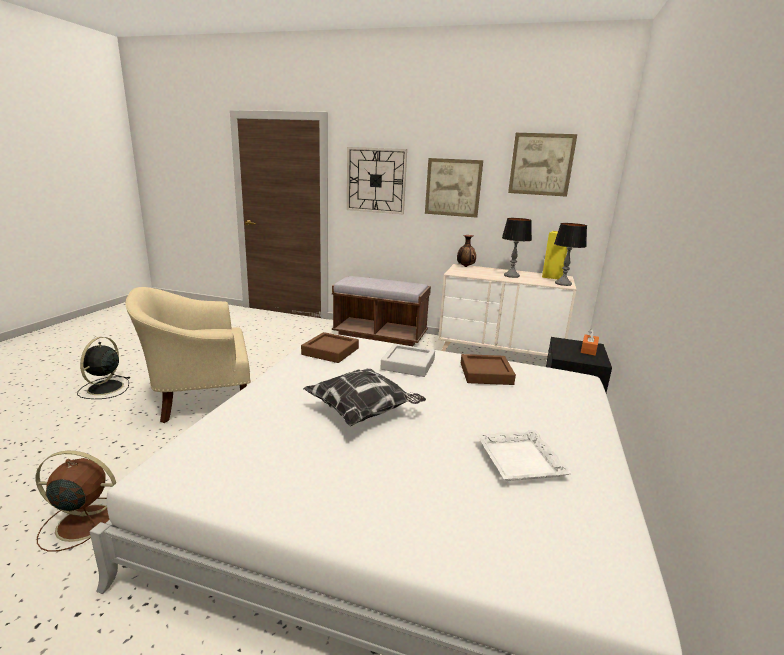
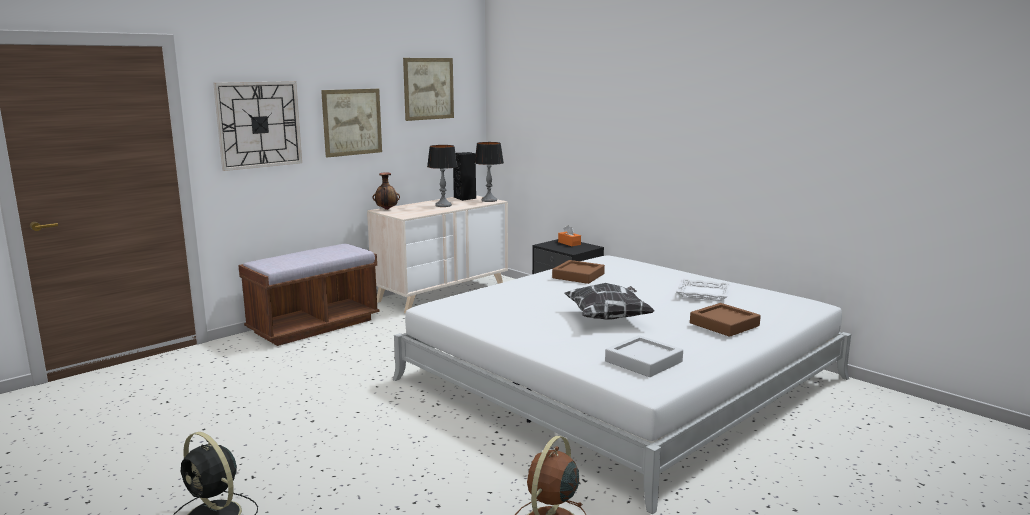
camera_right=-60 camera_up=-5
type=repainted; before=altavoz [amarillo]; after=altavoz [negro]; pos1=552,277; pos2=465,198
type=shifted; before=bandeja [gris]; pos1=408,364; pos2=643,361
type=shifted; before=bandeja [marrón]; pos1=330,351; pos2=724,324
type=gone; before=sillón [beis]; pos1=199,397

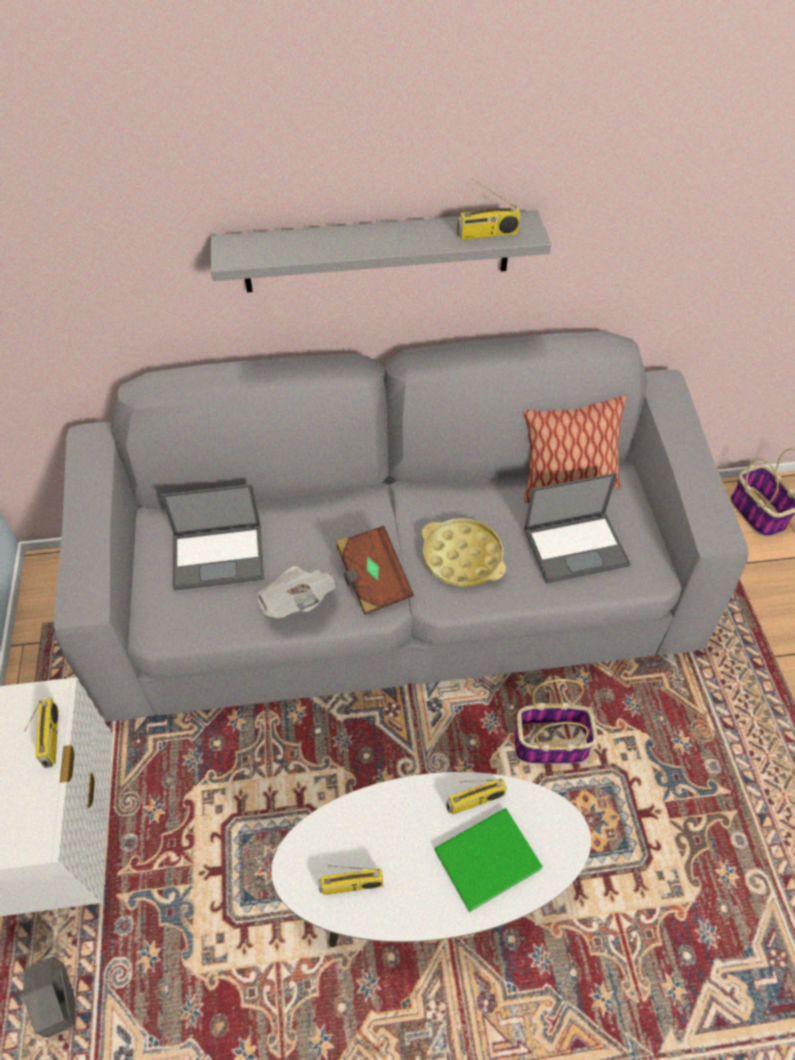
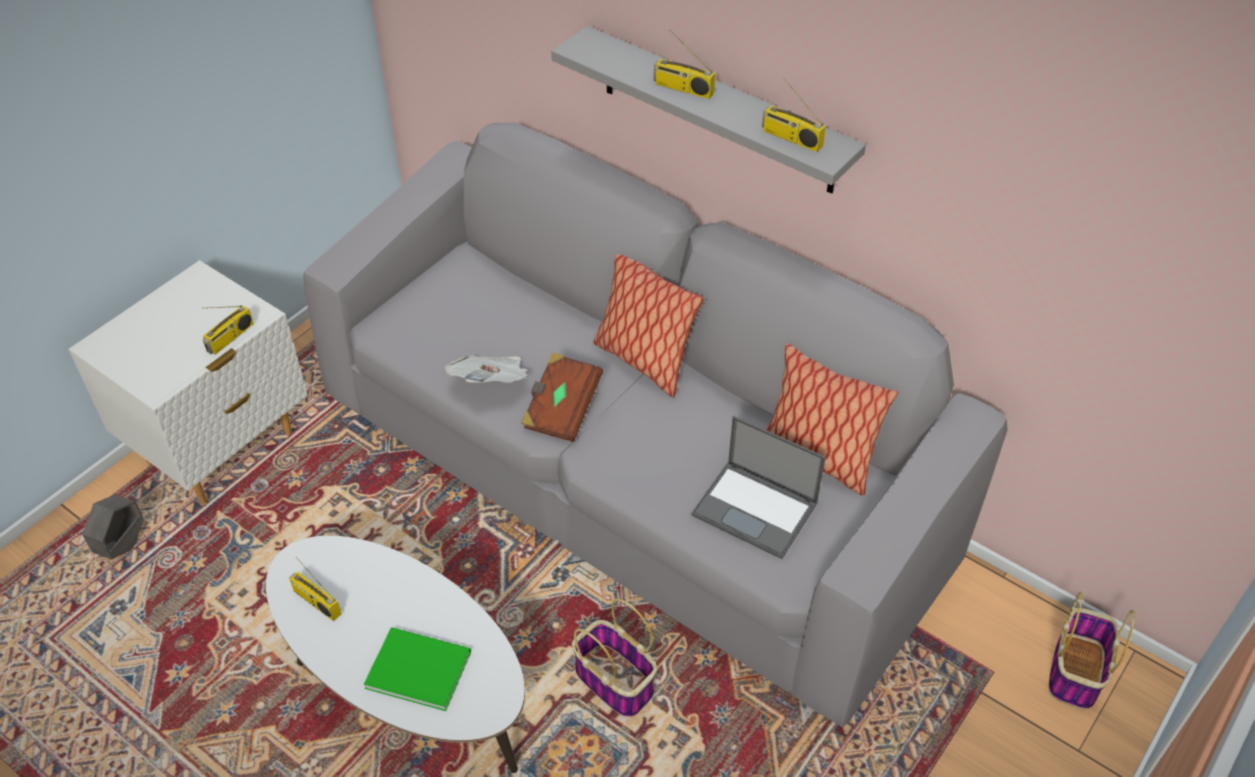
camera_right=45 camera_up=-5
type=new; after=cojín; pos2=643,360
type=shifted; before=radio; pos1=475,801; pos2=682,88
type=gone; before=portátil; pos1=219,556
type=gone; before=bandeja [amarillo]; pos1=462,557

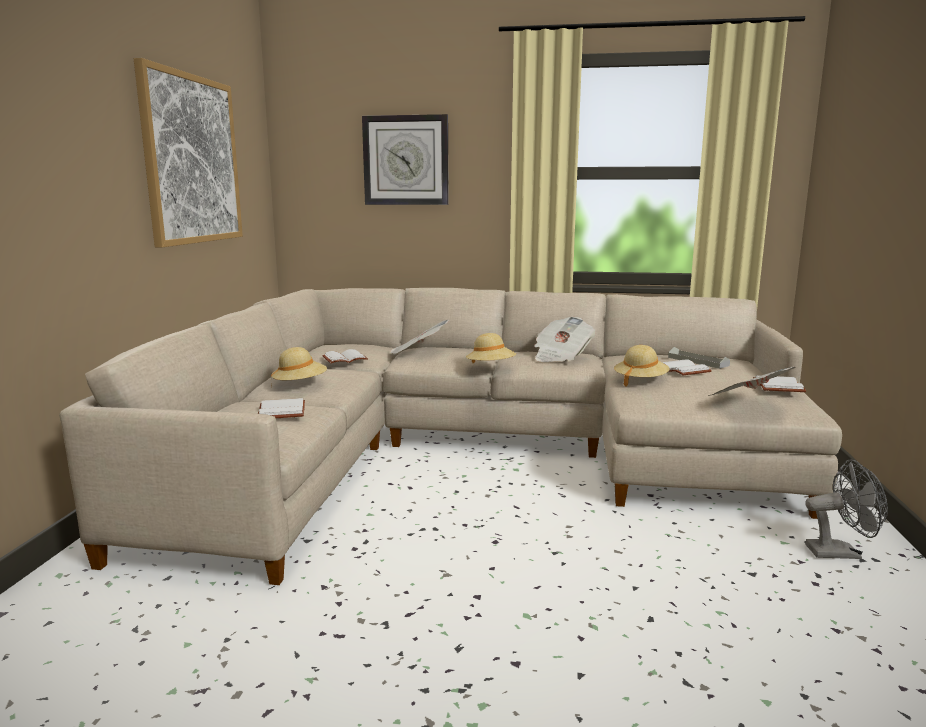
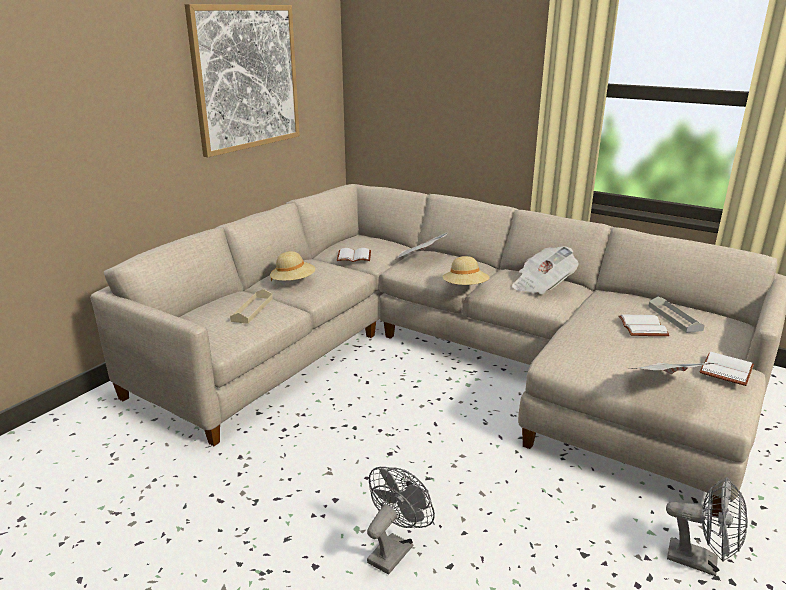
camera_right=25 camera_up=10
type=swapped; before=libro [blanco]; after=bandeja [beis]; pos1=280,411; pos2=252,309
type=new; after=ventilador [gris]; pos2=394,549
type=gone; before=reloj de pared; pos1=406,160
type=gone; before=sombrero [beis]; pos1=640,381

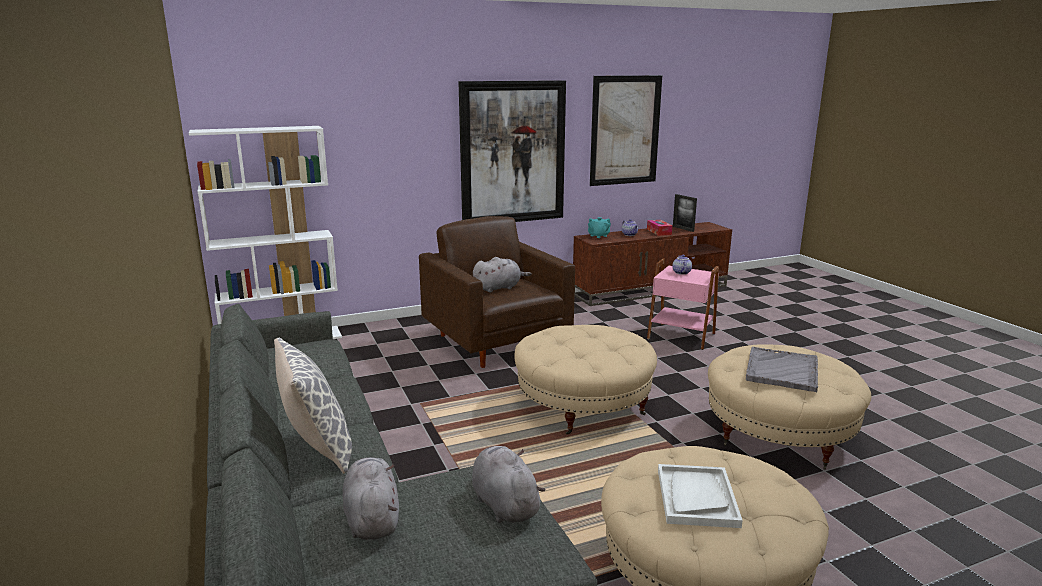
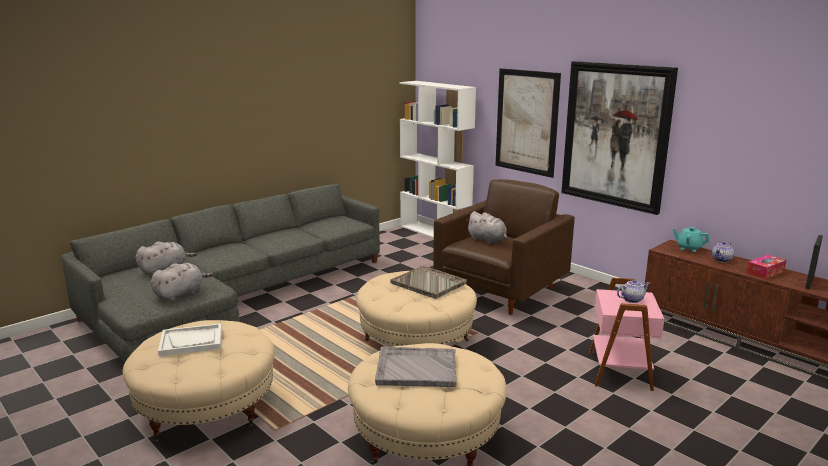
camera_right=70 camera_up=0
type=new; after=bandeja [gris]; pos2=429,283
type=shifted; before=cuadro; pos1=625,130; pos2=526,122
type=gone; before=cojín; pos1=317,449

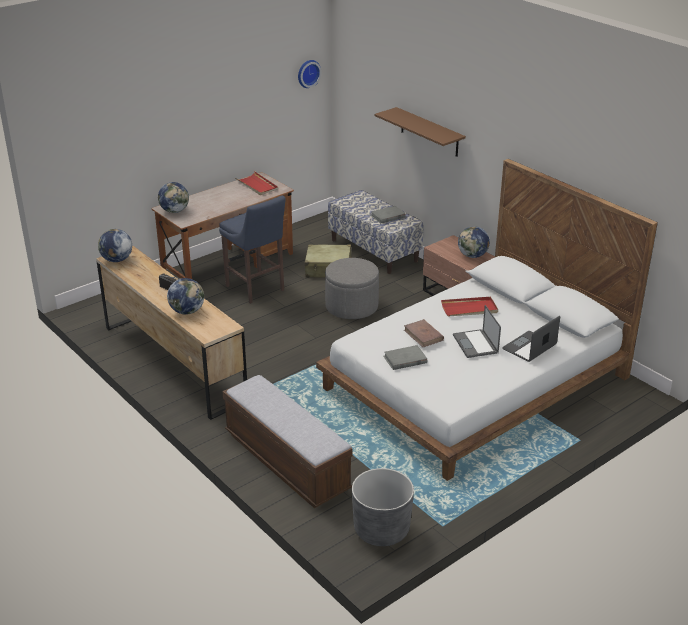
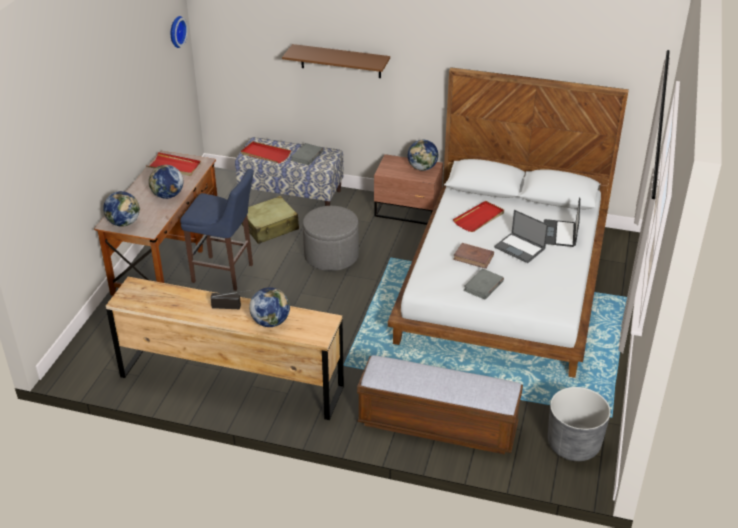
camera_right=-35 camera_up=5
type=shifted; before=globo terráqueo; pos1=116,260; pos2=168,196
type=new; after=bandeja [rojo]; pos2=265,154

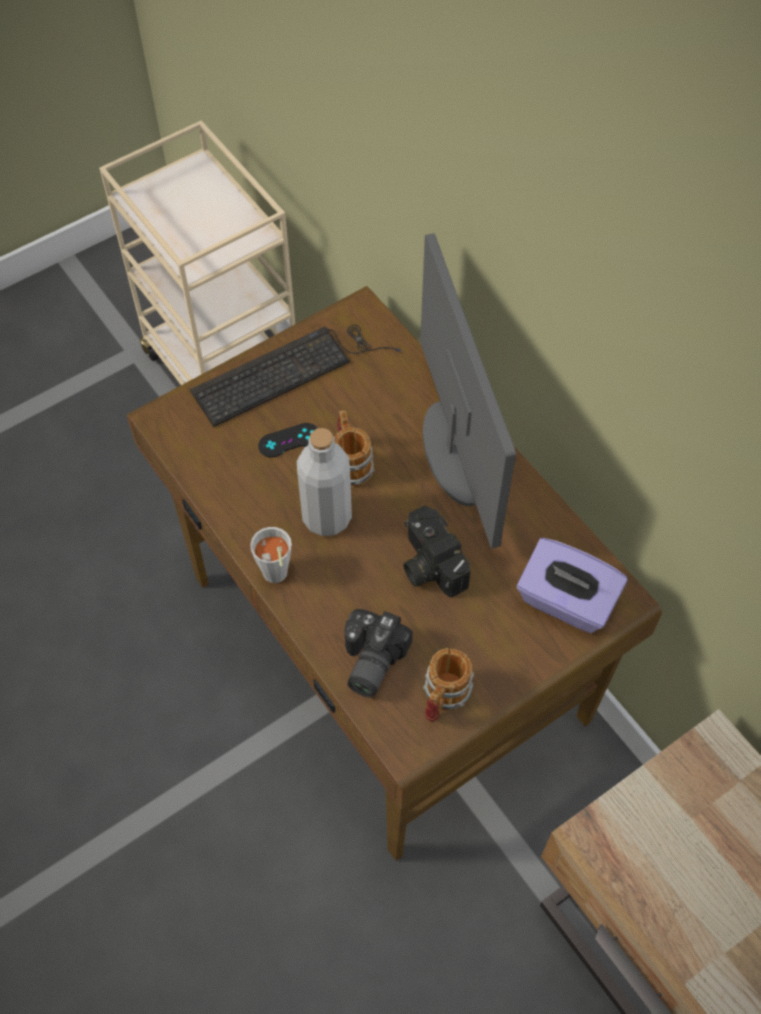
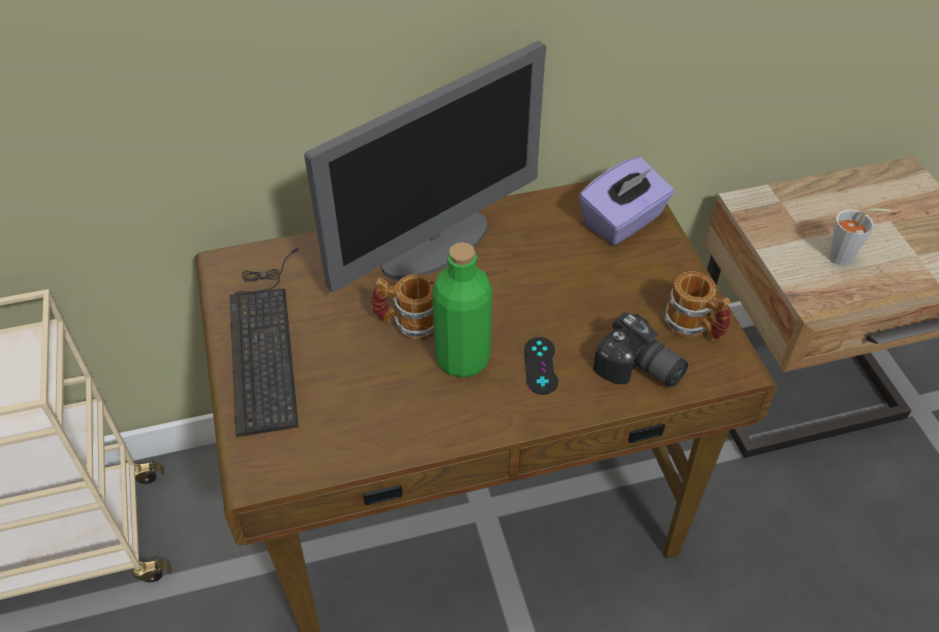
camera_right=-70 camera_up=-10
type=rotated; before=monitor; pos1=454,453; pos2=436,245; turn=135
type=repainted; before=botella [gris]; after=botella [verde]; pos1=327,517; pos2=462,359
type=shifted; before=mando de consola [negro]; pos1=289,440; pos2=540,366
type=shifted; before=taza [gris]; pos1=275,577; pos2=845,258
type=gone; before=cámara; pos1=428,564

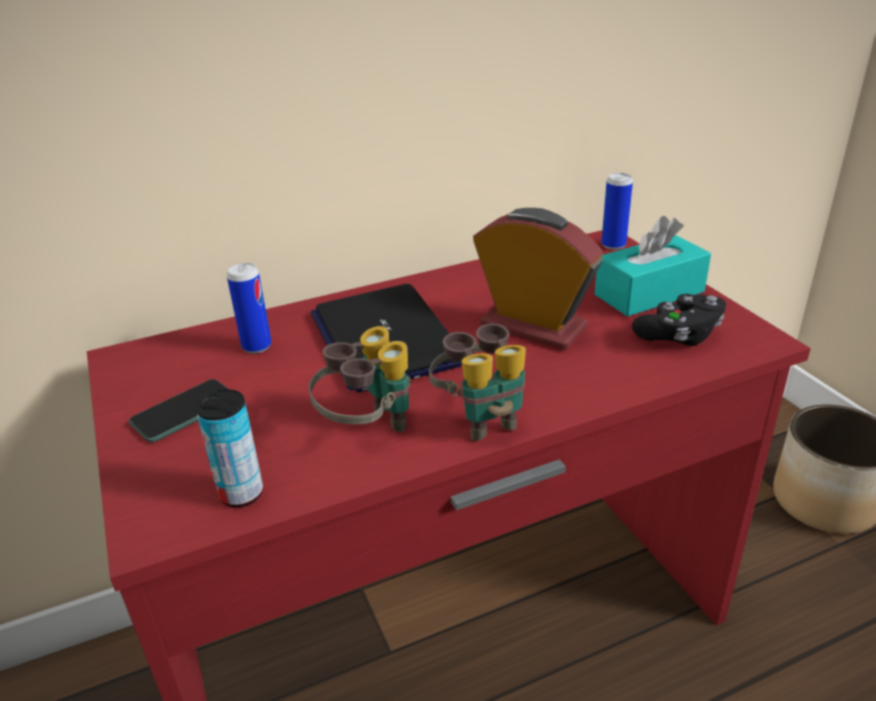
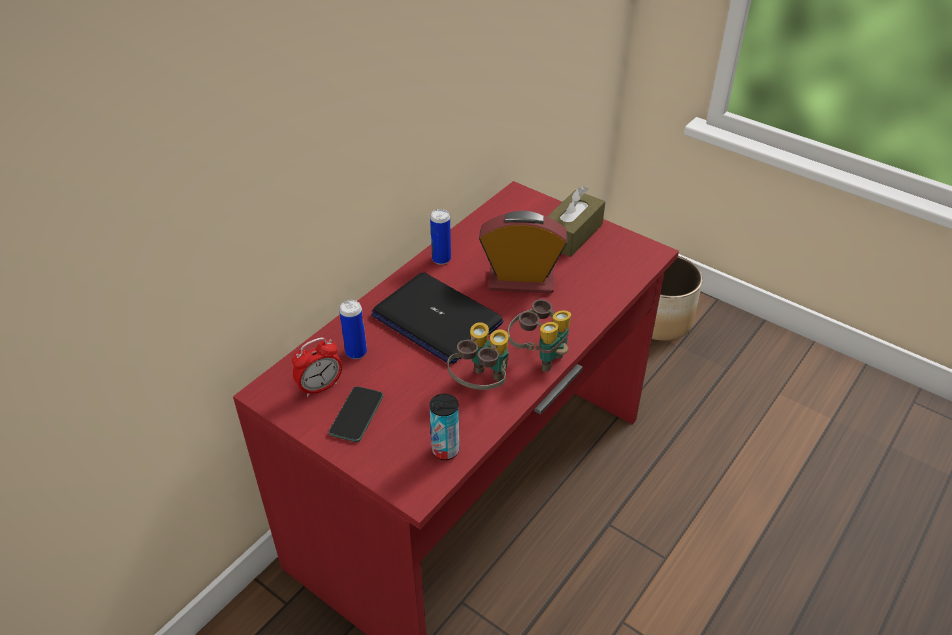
camera_right=-30 camera_up=10
type=new; after=despertador; pos2=320,387
type=shifted; before=lata; pos1=613,245; pos2=441,259
type=repainted; before=caja de pañuelos [turquesa]; after=caja de pañuelos [marrón]; pos1=649,293; pos2=571,234
type=gone; before=mando de consola [negro]; pos1=679,336

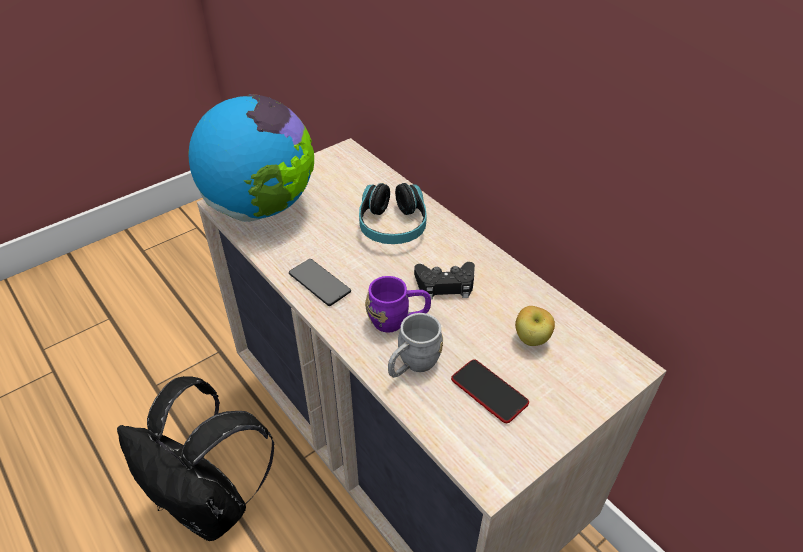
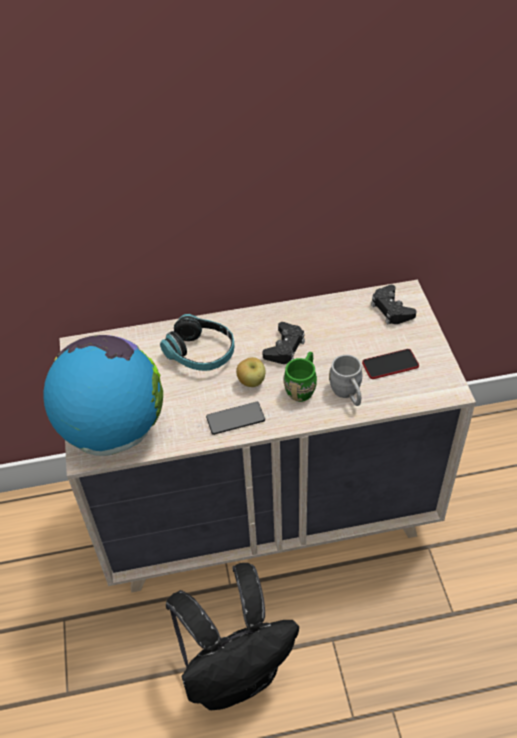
camera_right=-60 camera_up=5
type=shifted; before=manzana; pos1=531,339; pos2=251,382
type=repainted; before=taza grande [morado]; after=taza grande [verde]; pos1=398,320; pos2=302,386
type=new; after=mando de consola [negro]; pos2=391,309

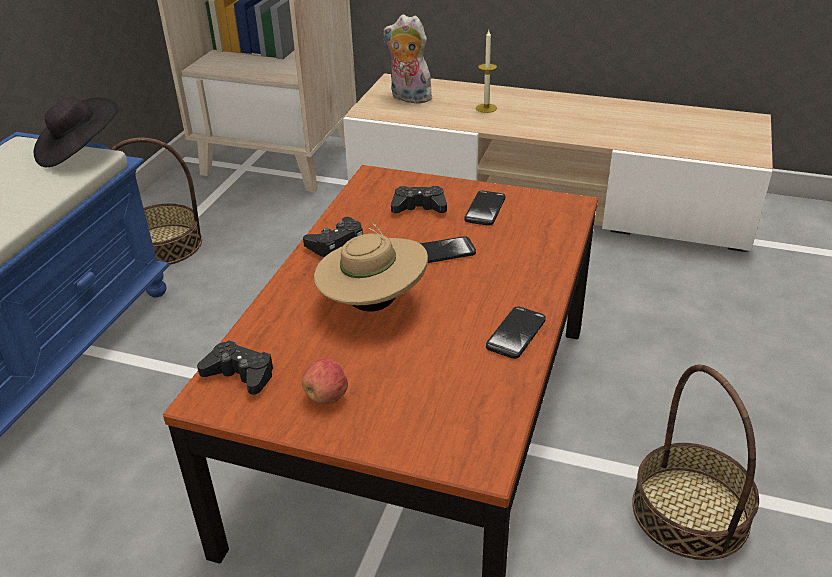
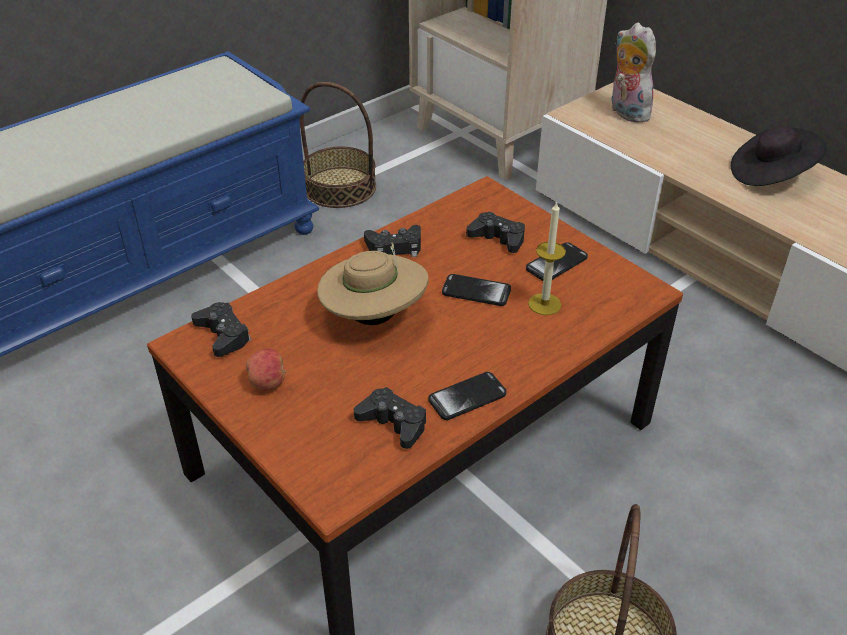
camera_right=30 camera_up=5
type=new; after=mando de consola [negro]; pos2=393,423
type=shifted; before=vela; pos1=486,108; pos2=544,304
type=shifted; before=sombrero [negro]; pos1=79,152; pos2=771,174

